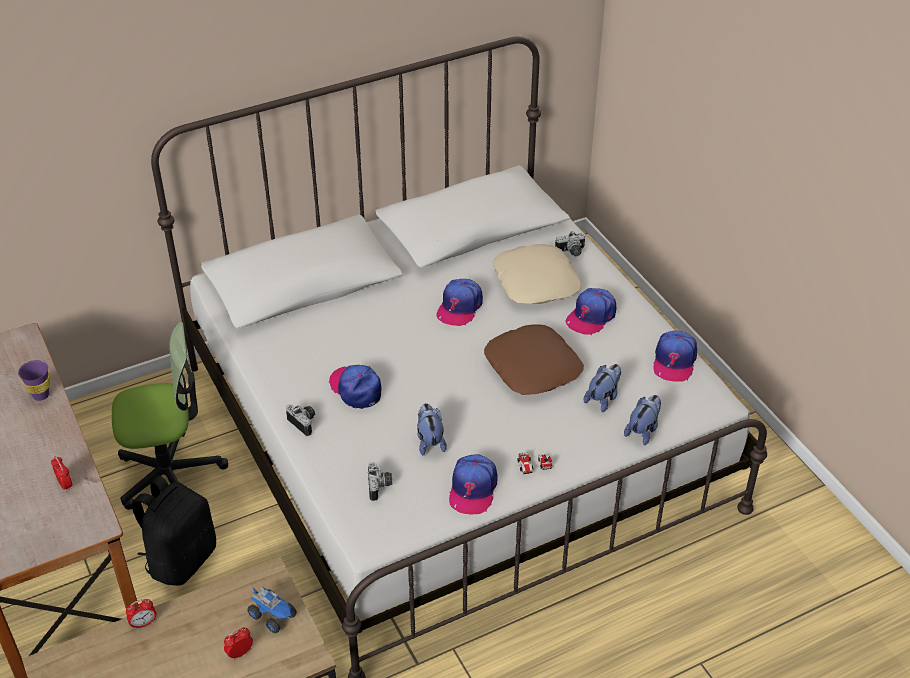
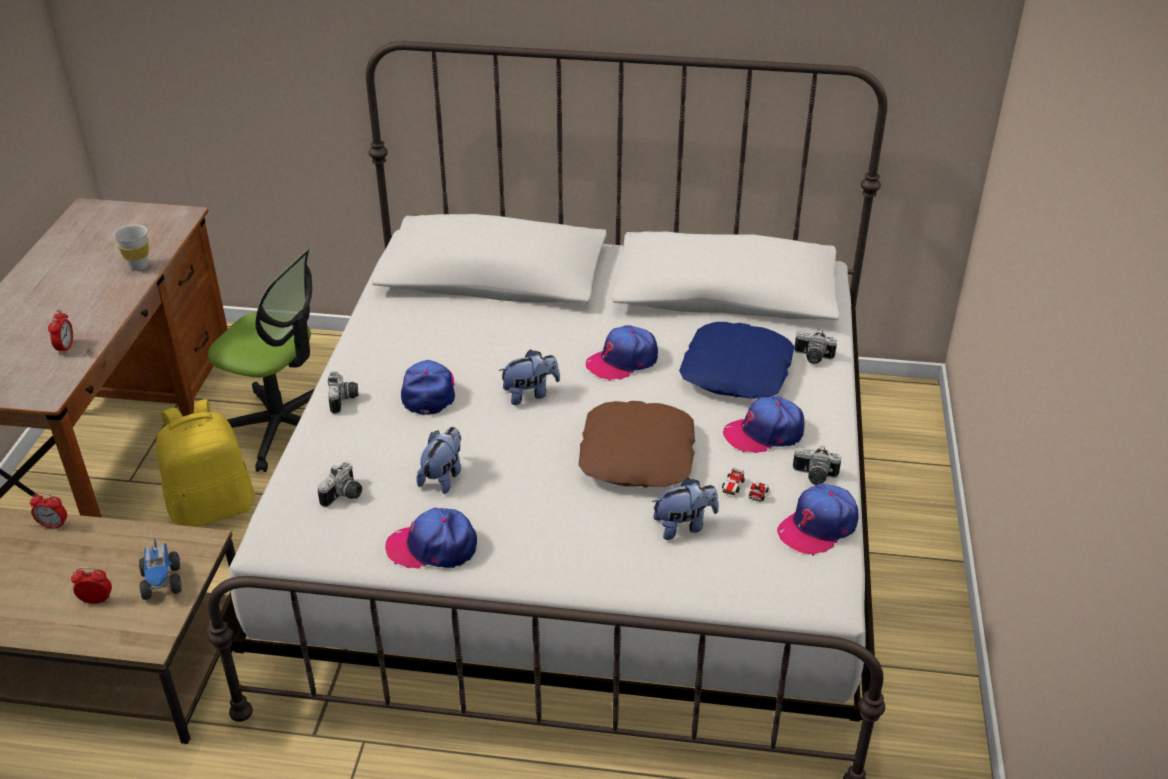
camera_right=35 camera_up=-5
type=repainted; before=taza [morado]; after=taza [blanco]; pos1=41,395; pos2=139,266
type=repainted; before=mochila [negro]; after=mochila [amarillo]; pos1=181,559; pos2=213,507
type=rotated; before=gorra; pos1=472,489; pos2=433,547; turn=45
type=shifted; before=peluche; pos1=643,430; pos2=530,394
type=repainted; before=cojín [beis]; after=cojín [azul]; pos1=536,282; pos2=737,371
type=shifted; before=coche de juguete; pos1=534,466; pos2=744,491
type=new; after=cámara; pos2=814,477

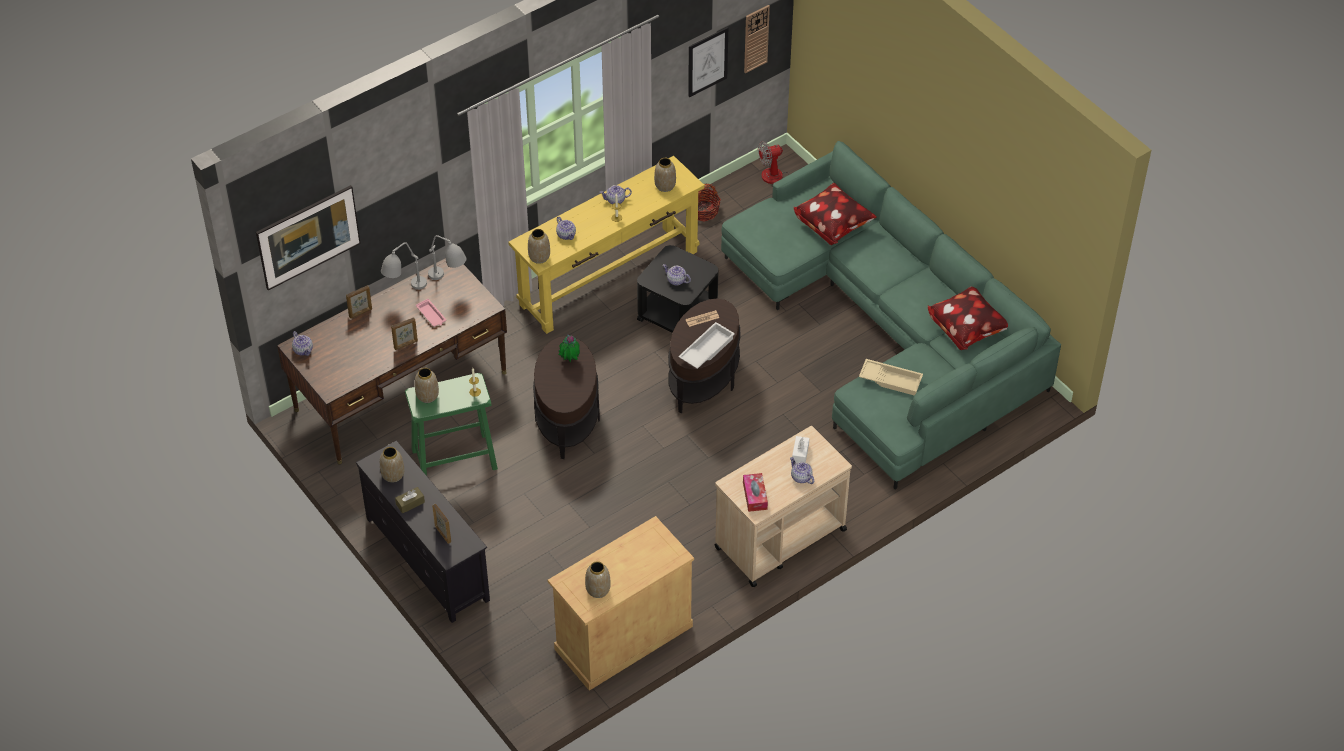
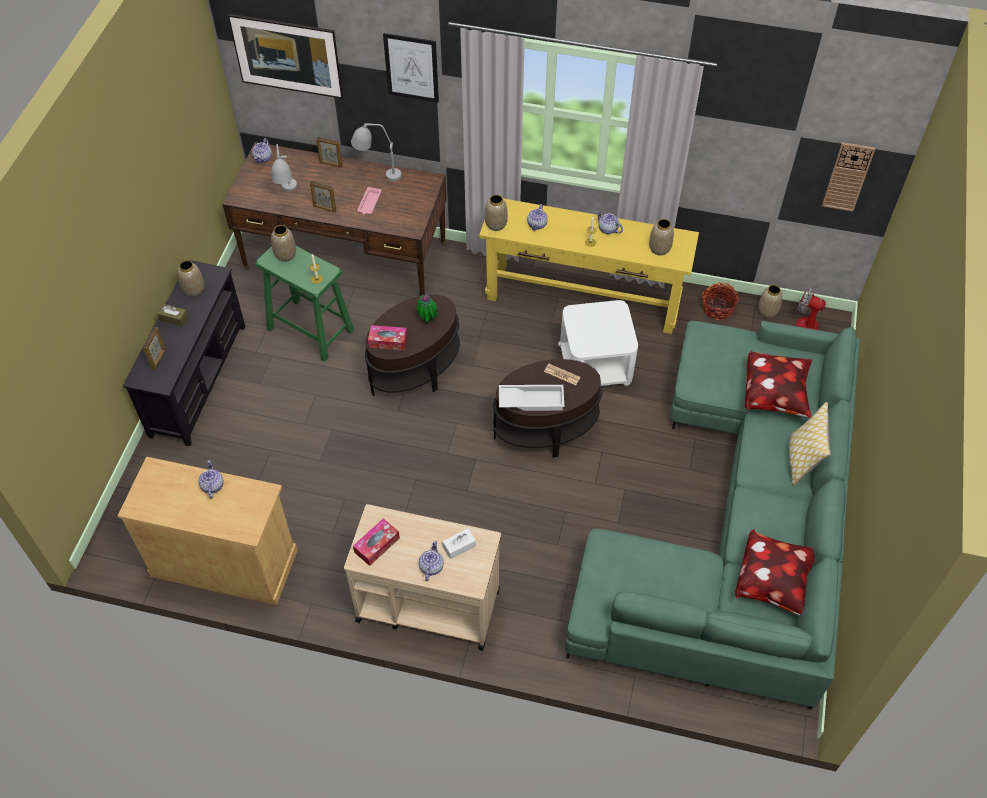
camera_right=50 camera_up=5
type=shifted; before=tetera; pos1=676,280; pos2=212,486
type=shifted; before=lámpara de mesa [gris]; pos1=449,282; pos2=288,198
type=new; after=caja de pañuelos; pos2=388,341
type=shifted; before=cuadro; pos1=707,62; pos2=411,67
type=repainted; before=mesa auxiliar [negro]; after=mesa auxiliar [blanco]; pos1=677,312; pos2=595,365
type=shifted; before=florero; pos1=598,589; pos2=768,311
type=new; after=cojín; pos2=802,460
type=gone; before=bandeja [beis]; pos1=891,379

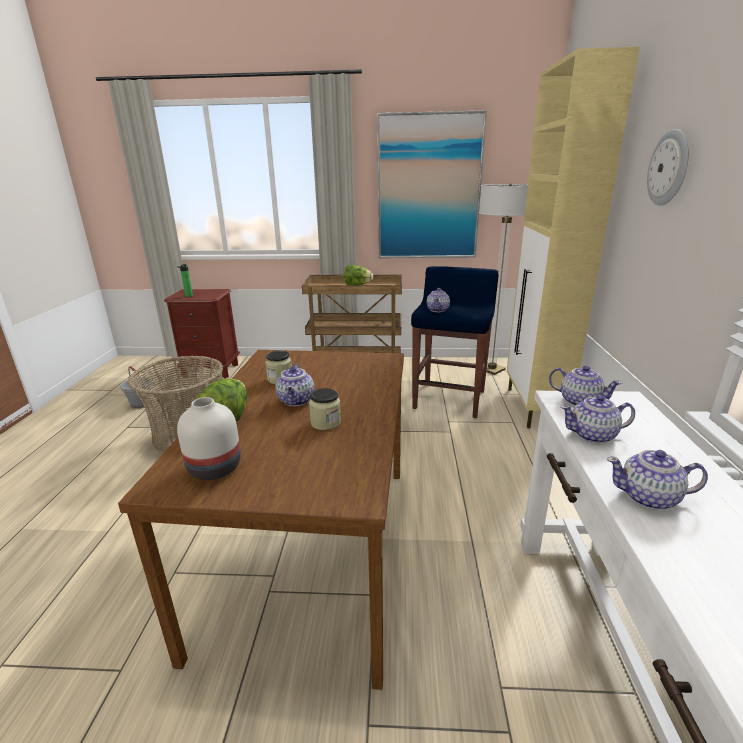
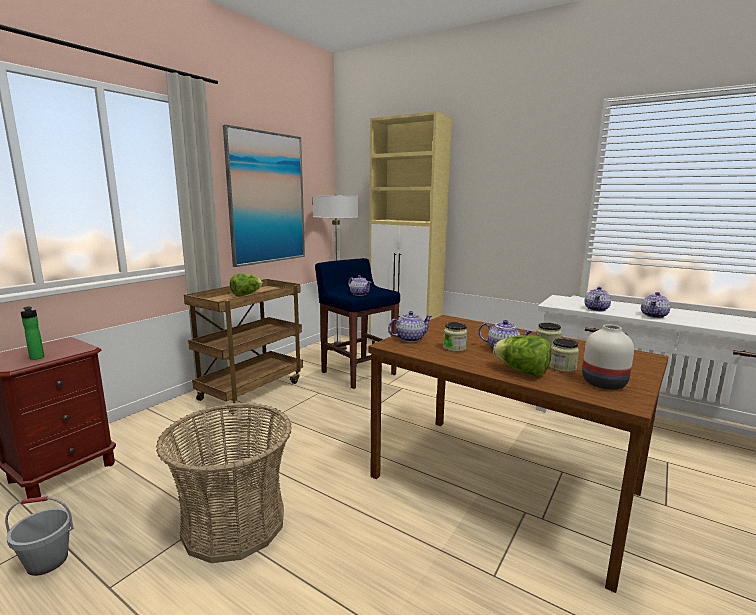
camera_right=-60 camera_up=-10
type=shifted; before=tetera; pos1=579,401; pos2=409,339
type=new; after=tarro; pos2=562,367
type=gone; before=reloj de pared; pos1=669,168

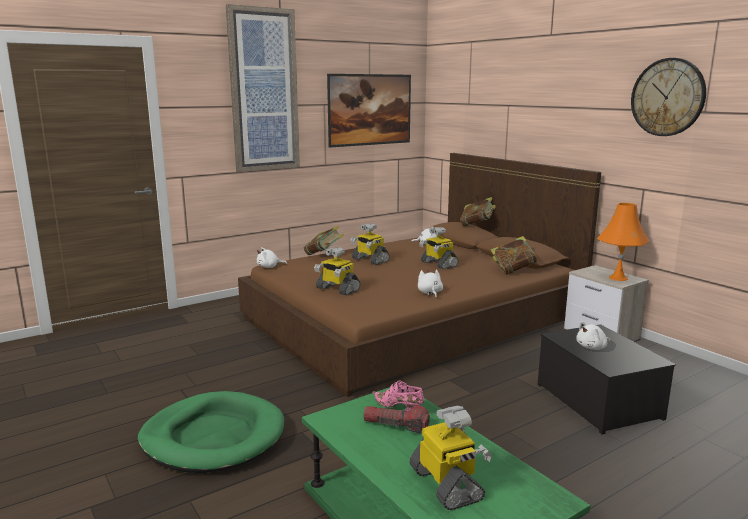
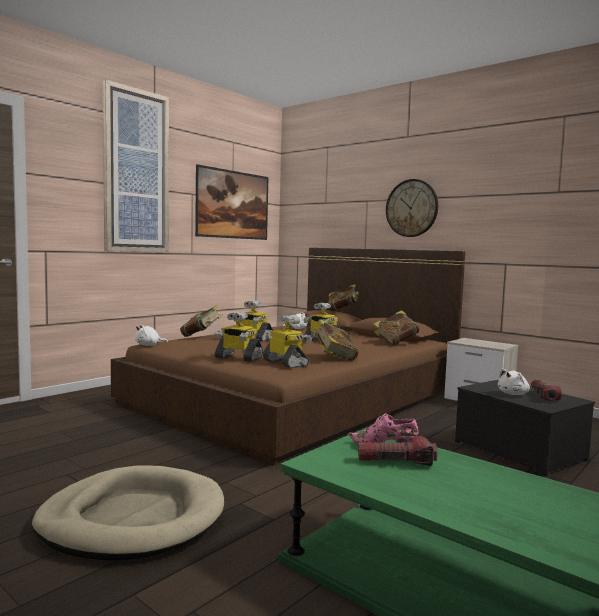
camera_right=-15 camera_up=-10
type=repainted; before=cama para perro [verde]; after=cama para perro [beis]; pos1=213,437; pos2=133,519
type=shifted; before=robot de juguete; pos1=447,484; pos2=286,363
type=swapped; before=peluche [blanco]; after=libro; pos1=430,293; pos2=334,358
type=shifted; before=reloj de pared; pos1=667,97; pos2=411,208
type=new; after=linterna; pos2=543,396
type=gone; before=lámpara de mesa [naranja]; pos1=618,278

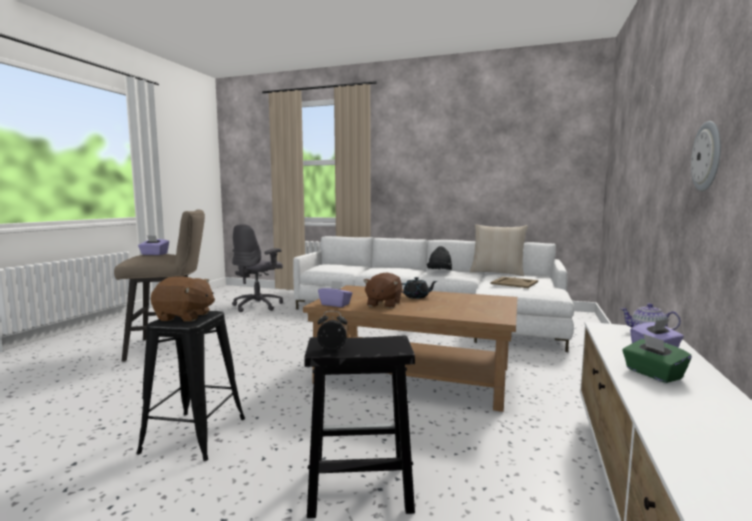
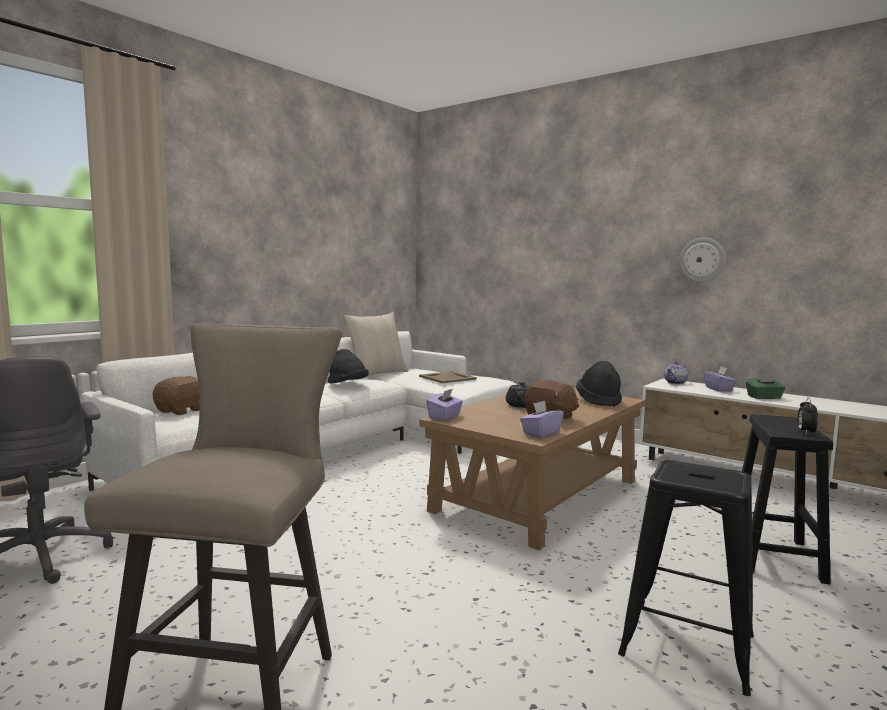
camera_right=-70 camera_up=0
type=shifted; before=peluche [marrón]; pos1=184,317; pos2=181,411
type=shifted; before=caja de pañuelos [morado]; pos1=154,254; pos2=445,417
type=new; after=sombrero [negro]; pos2=599,401

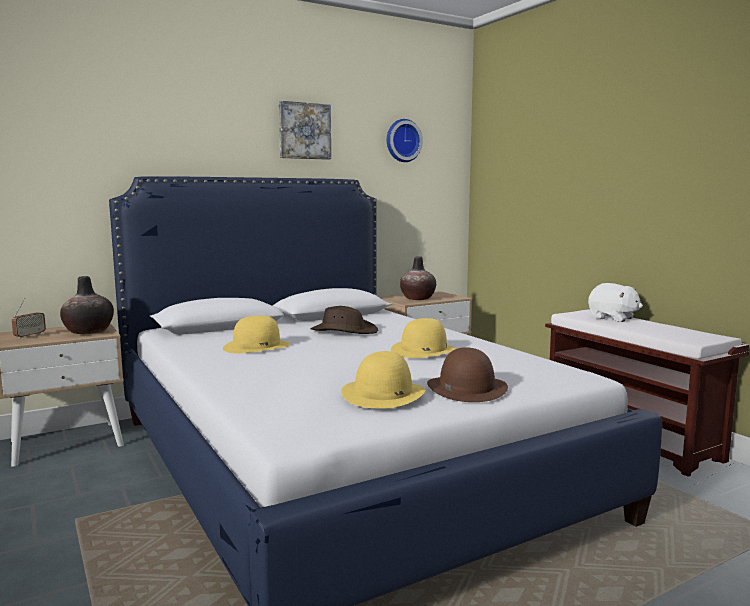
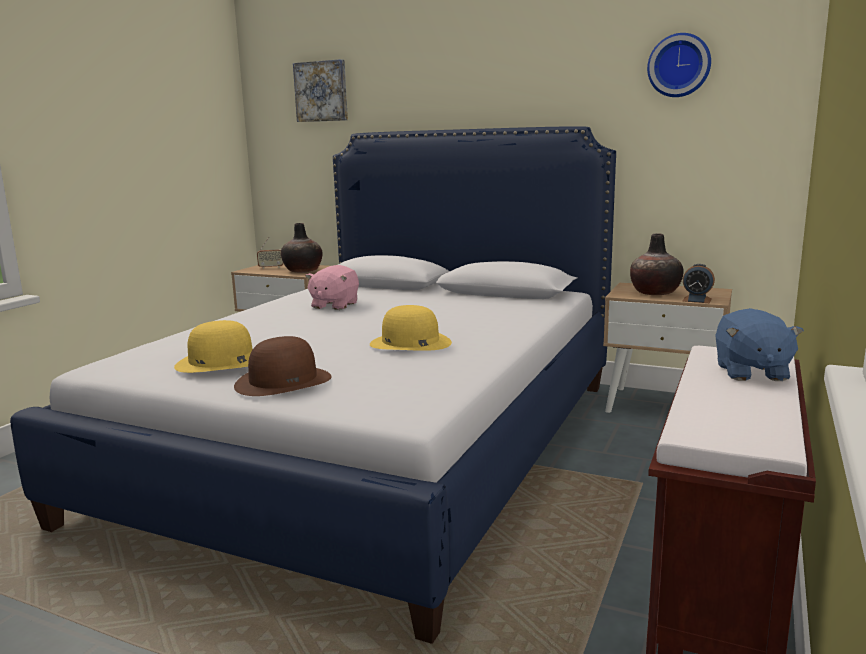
camera_right=55 camera_up=5
type=shifted; before=cuadro; pos1=304,131; pos2=322,91
type=swapped; before=sombrero [amarillo]; after=peluche [rosa]; pos1=257,346; pos2=334,305
type=new; after=despertador; pos2=697,300
type=repainted; before=peluche [blanco]; after=peluche [azul]; pos1=612,318; pos2=750,372
type=gone; before=sombrero [marrón]; pos1=344,331

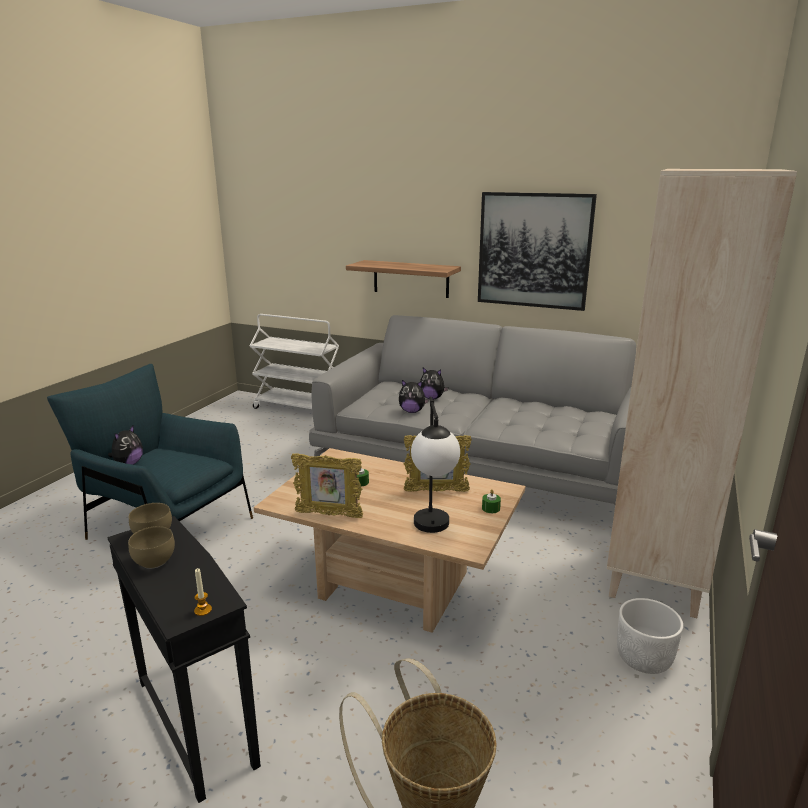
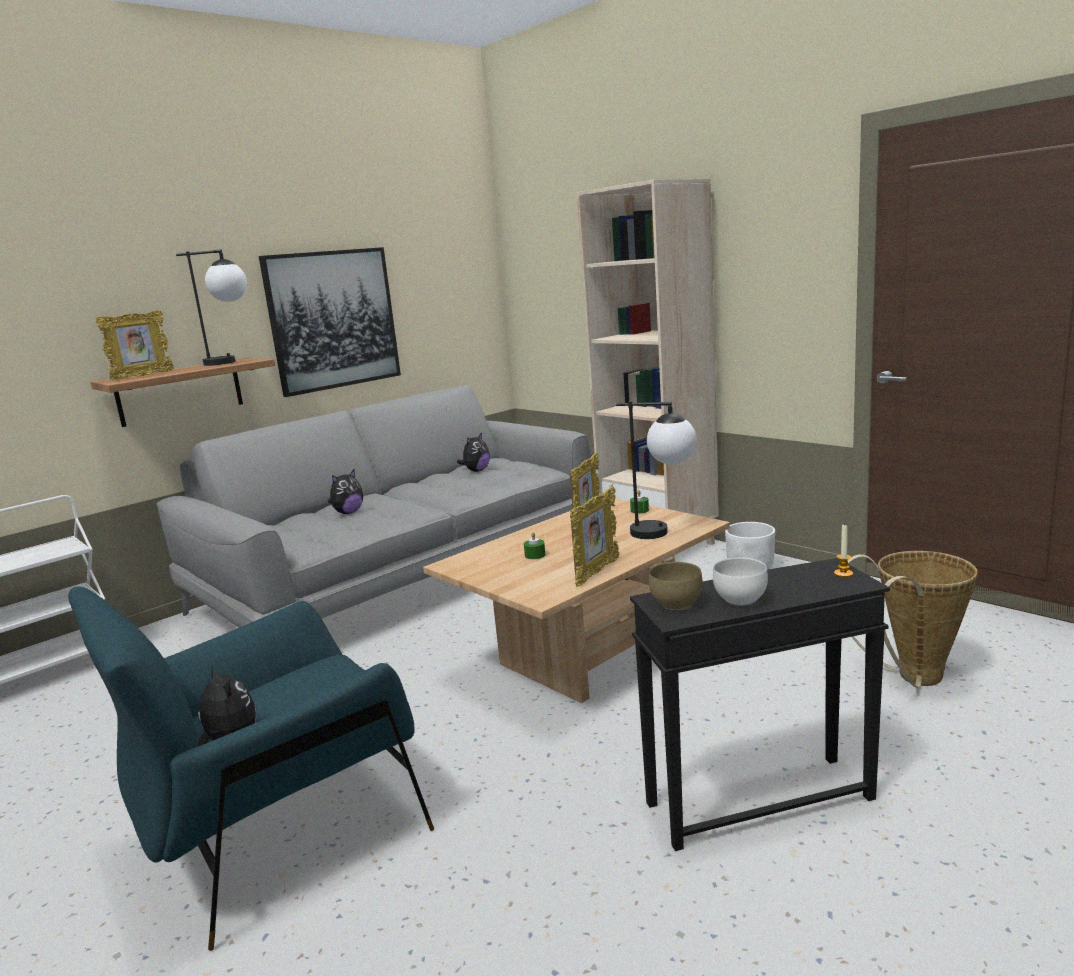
camera_right=-65 camera_up=-5
type=new; after=portarretratos; pos2=142,376
type=new; after=lámpara de mesa; pos2=232,362
type=shifted; before=peluche; pos1=412,411; pos2=476,471
type=repainted; before=cuenco [marrón]; after=cuenco [blanco]; pos1=153,562; pos2=740,601

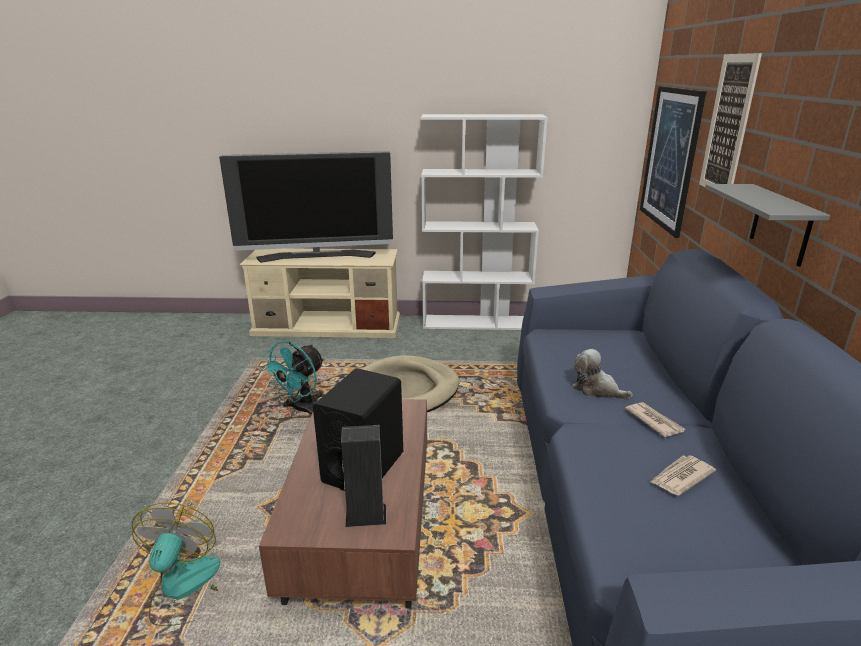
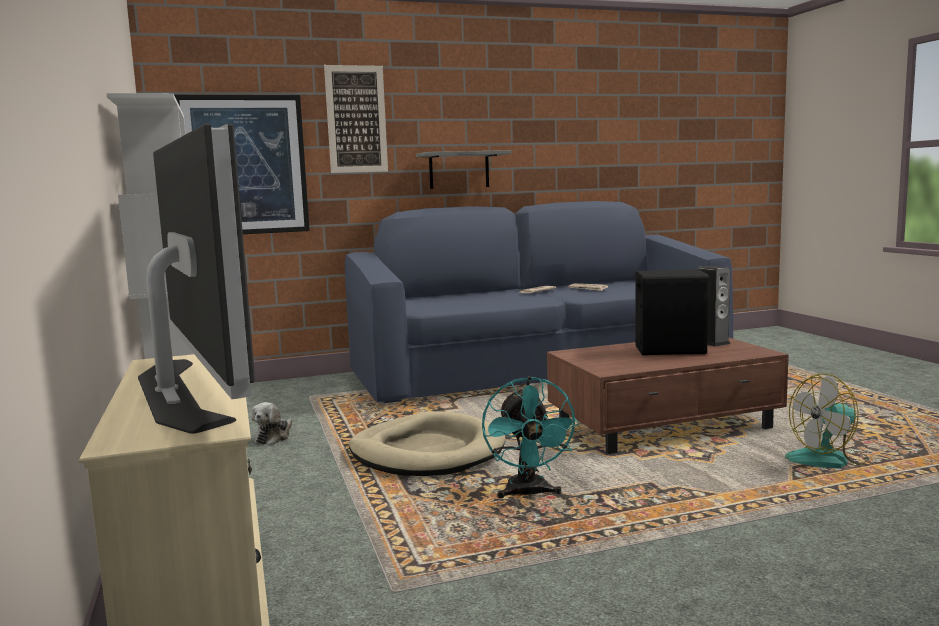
camera_right=-110 camera_up=-15
type=shifted; before=peluche; pos1=596,389; pos2=274,437
type=rotated; before=ventilador [turquesa]; pos1=301,410; pos2=528,494; turn=75

